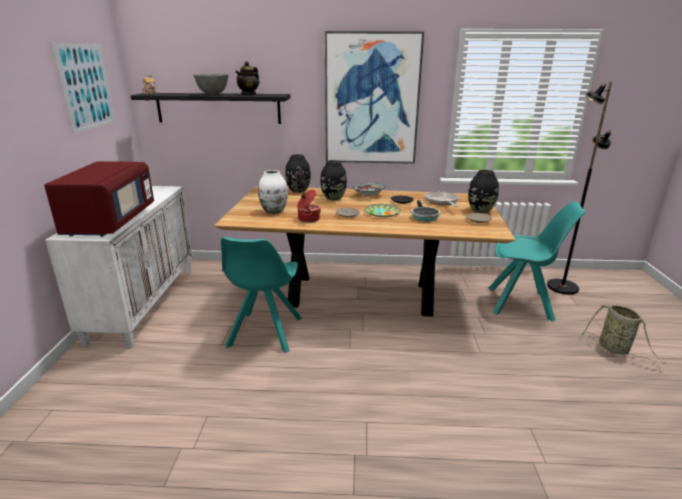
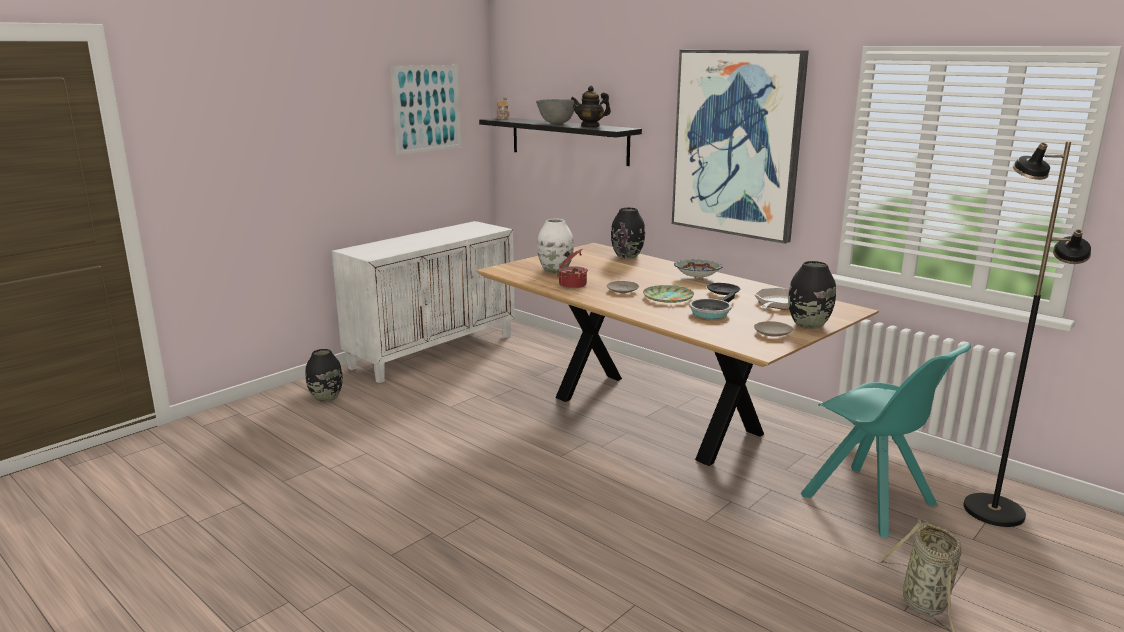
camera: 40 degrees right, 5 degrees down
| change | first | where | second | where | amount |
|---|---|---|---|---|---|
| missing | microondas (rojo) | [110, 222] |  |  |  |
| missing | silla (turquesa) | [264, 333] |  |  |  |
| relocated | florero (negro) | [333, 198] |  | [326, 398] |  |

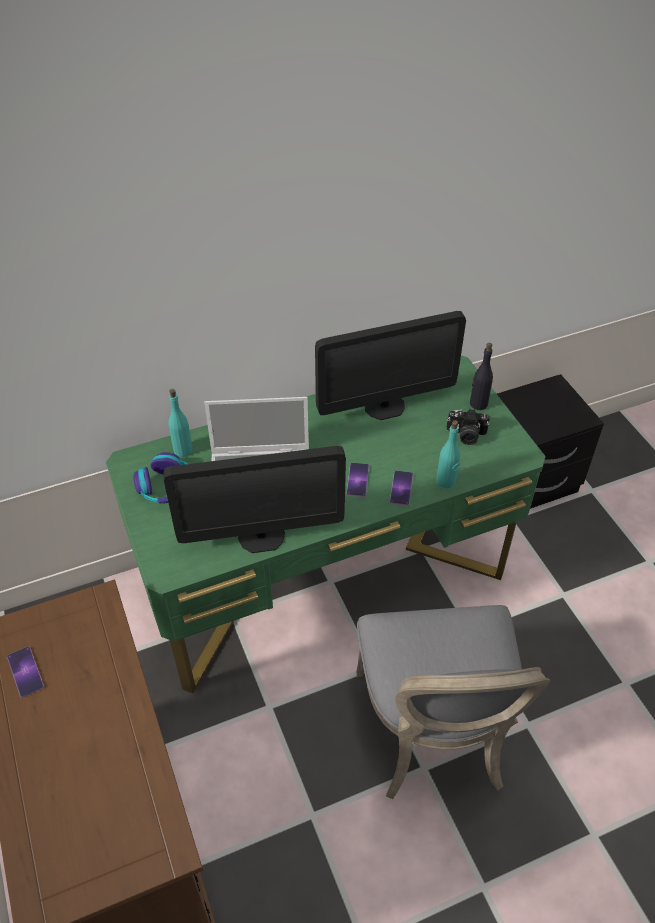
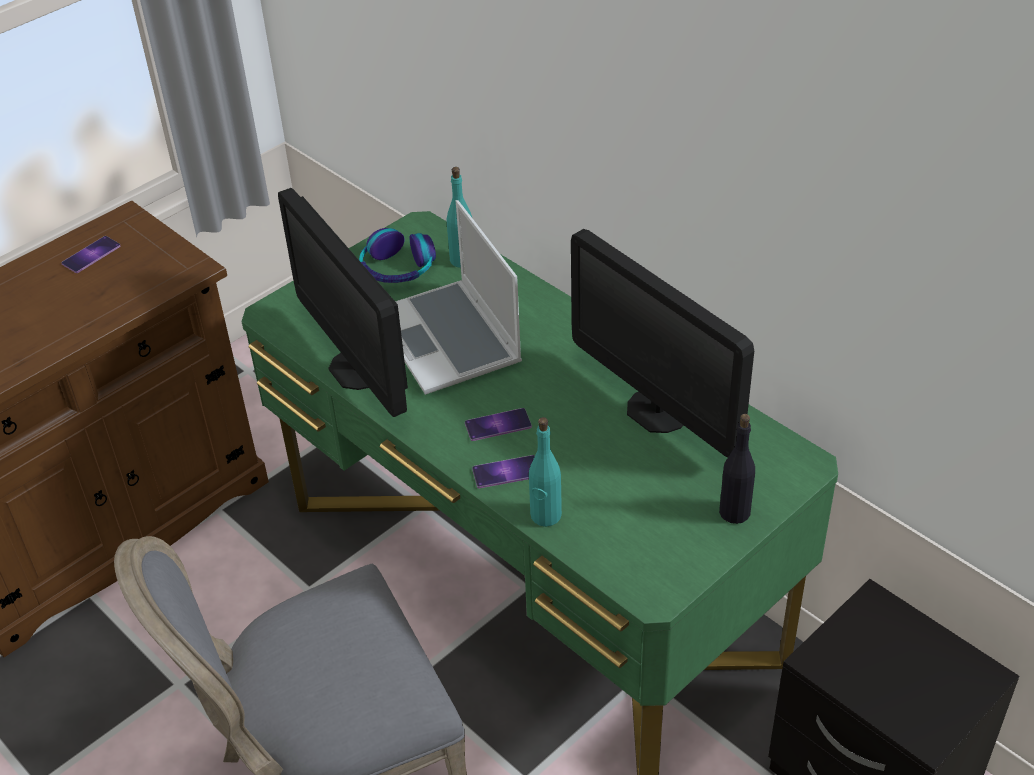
camera: 70 degrees right, 5 degrees down
| change | first | where | second | where | amount |
|---|---|---|---|---|---|
| missing | cámara | [466, 435] |  |  |  |

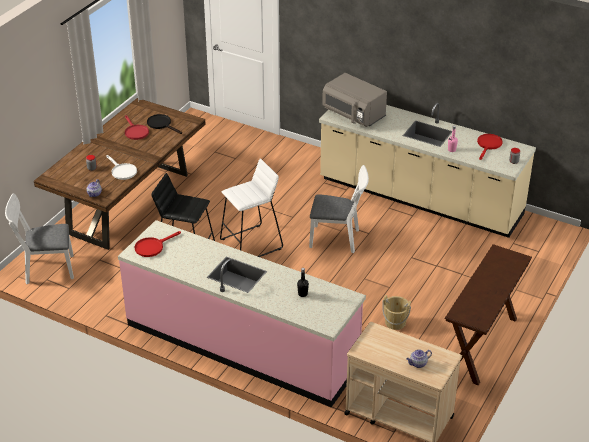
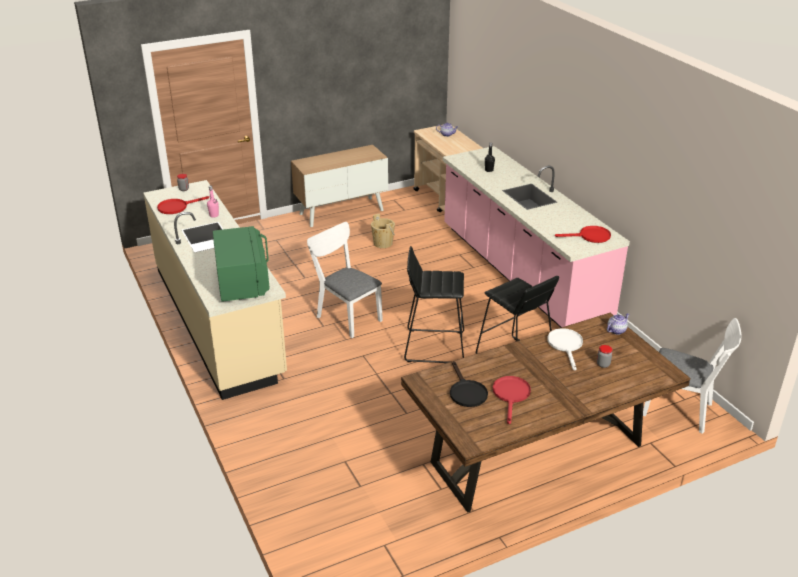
camera: 145 degrees left, 5 degrees down
| change | first | where | second | where | amount |
|---|---|---|---|---|---|
| exchanged | mesa consola (marrón) | [481, 345] | armario | [341, 212] |  |
| colour | taburete (blanco) | [252, 244] | taburete (negro) | [434, 346] |  |
| colour | microondas (gris) | [353, 115] | microondas (verde) | [243, 282] |  |

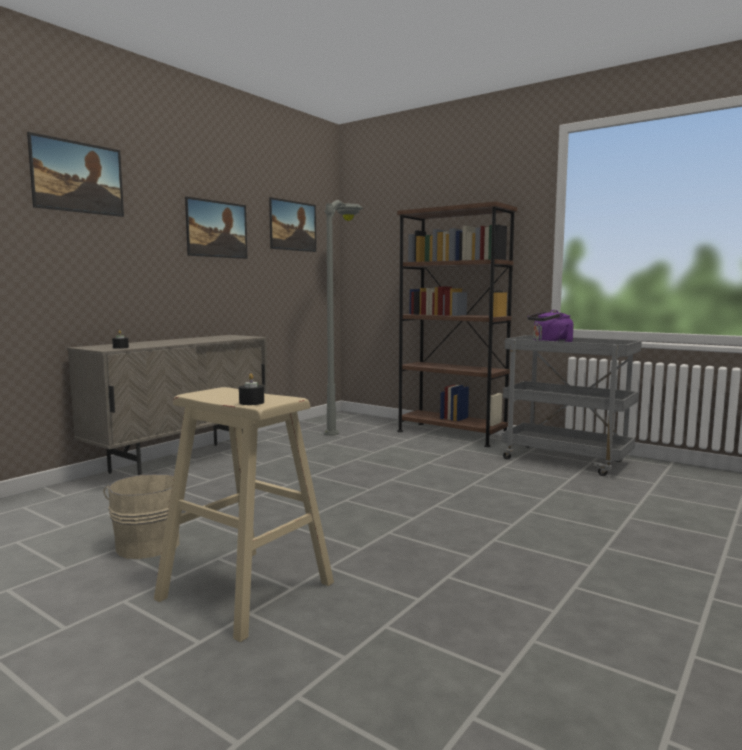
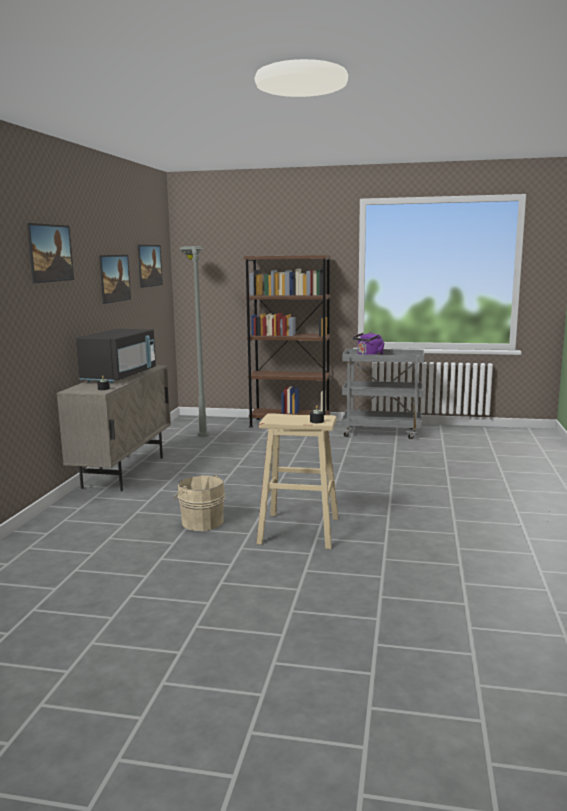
camera: 25 degrees left, 5 degrees up
| change | first | where | second | where | amount |
|---|---|---|---|---|---|
| appeared |  |  | microondas (negro) | [120, 376] |  |

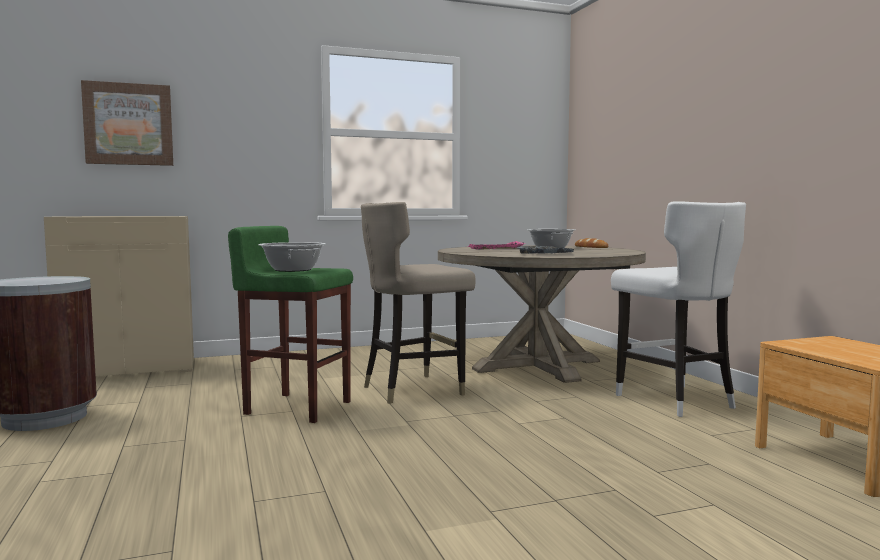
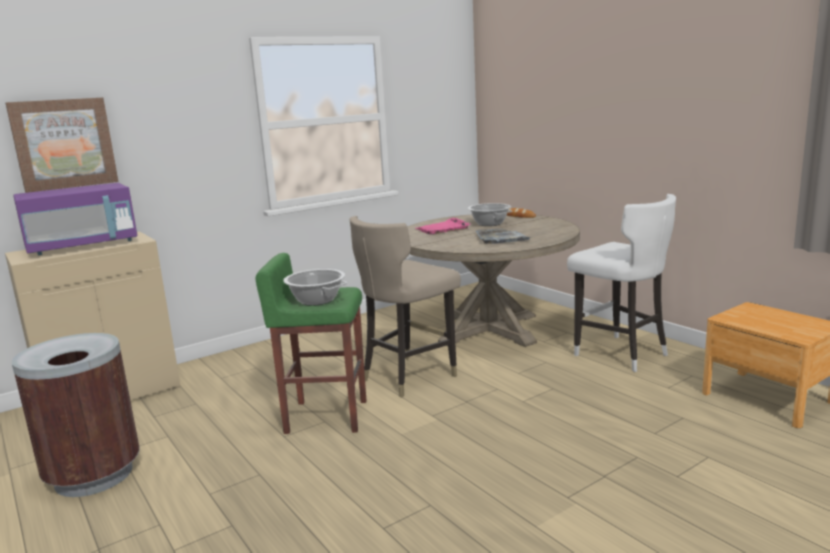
camera: 15 degrees left, 10 degrees up
| change | first | where | second | where | amount |
|---|---|---|---|---|---|
| appeared |  |  | microondas (morado) | [82, 246] |  |

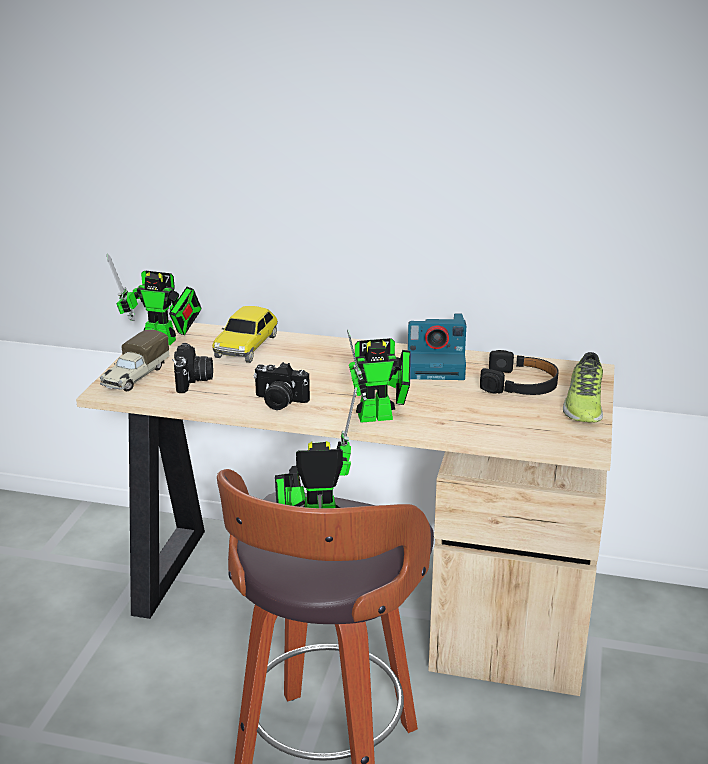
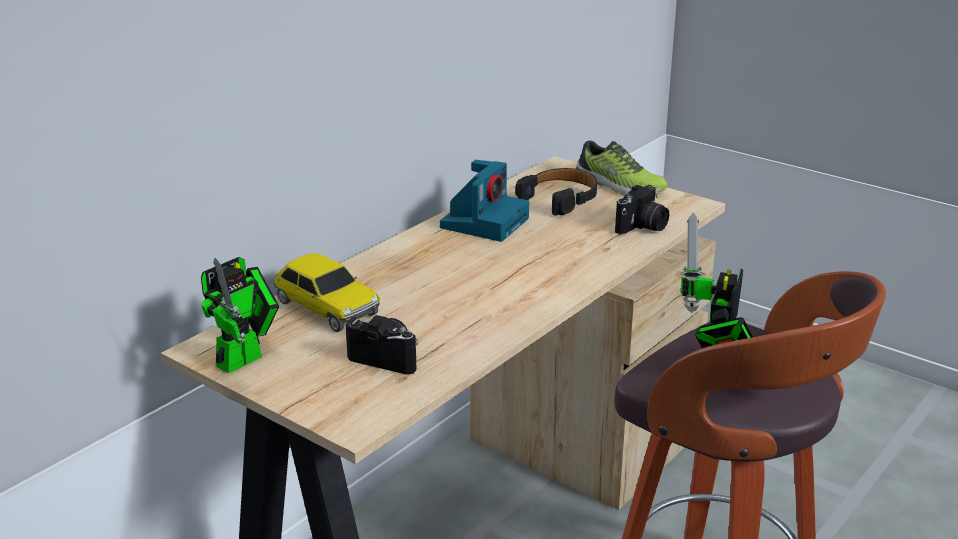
camera: 65 degrees left, 0 degrees up
| change | first | where | second | where | amount |
|---|---|---|---|---|---|
| missing | camión de juguete | [135, 377] |  |  |  |
| missing | robot de juguete | [381, 416] |  |  |  |
| relocated | cámara | [279, 402] |  | [642, 227] |  |

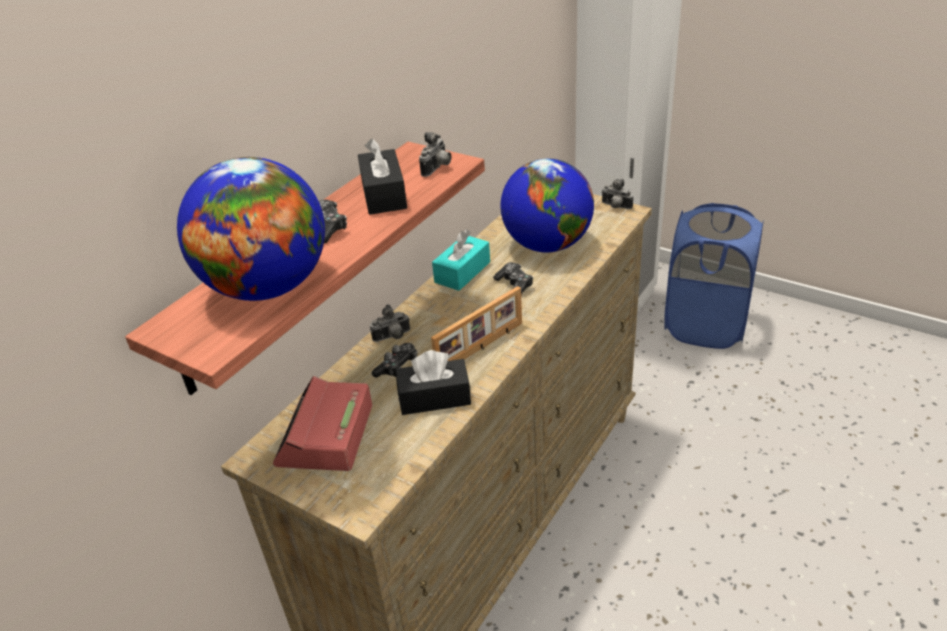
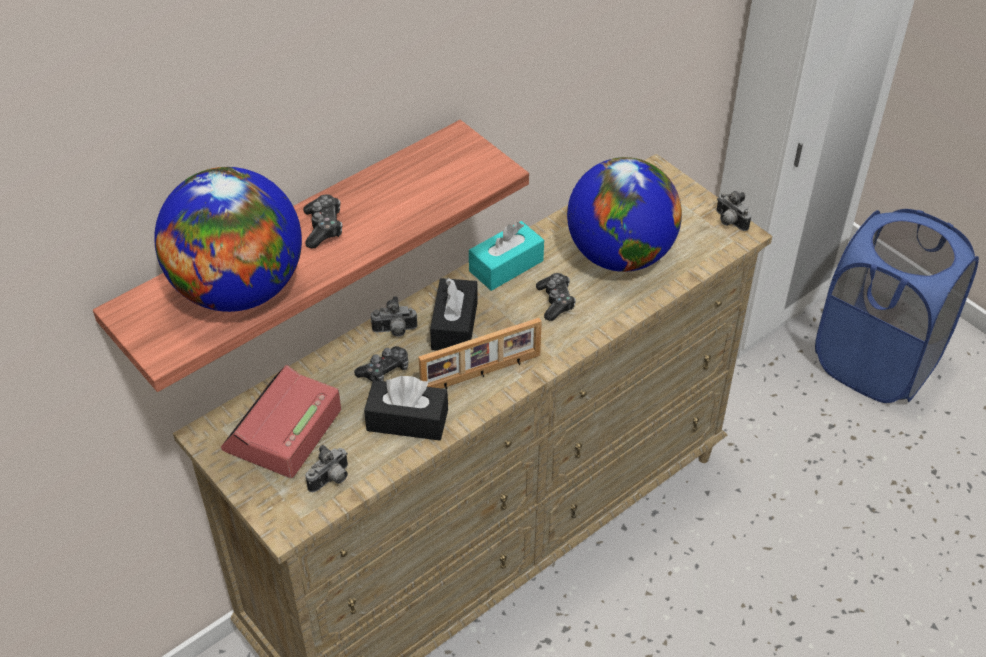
camera: 15 degrees right, 10 degrees up
| change | first | where | second | where | amount |
|---|---|---|---|---|---|
| relocated | caja de pañuelos (negro) | [384, 194] |  | [454, 325] |  |
| relocated | cámara | [437, 168] |  | [331, 480] |  |

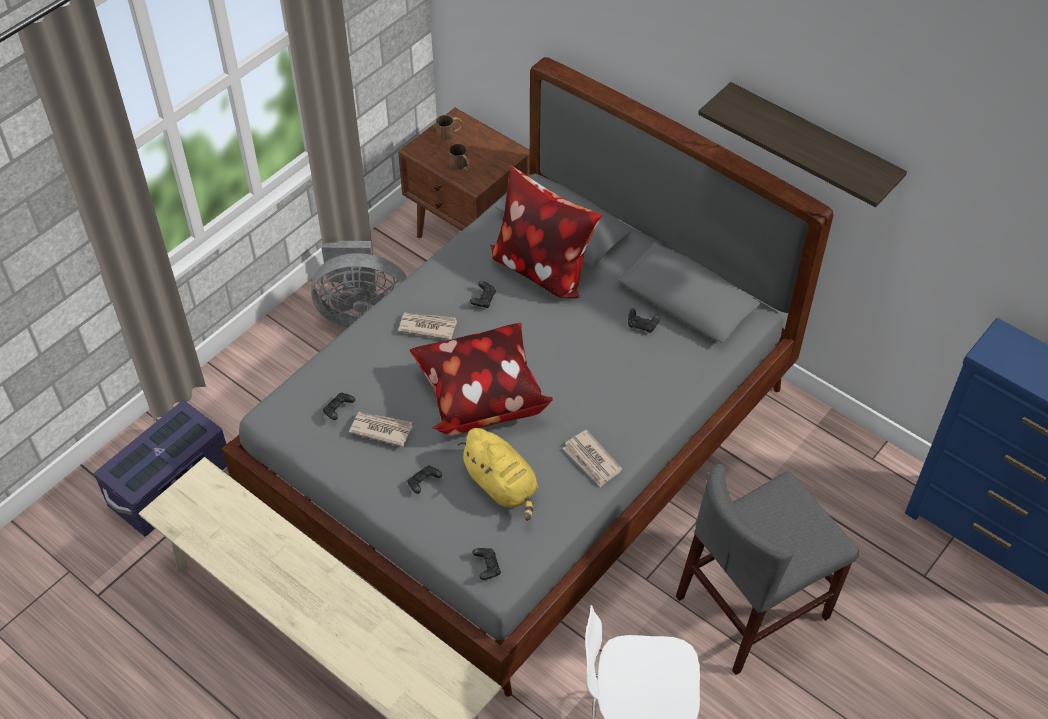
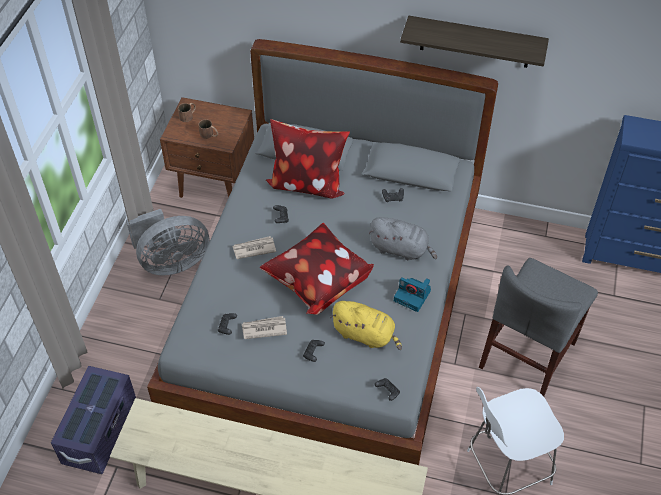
camera: 25 degrees left, 0 degrees up
| change | first | where | second | where | amount |
|---|---|---|---|---|---|
| appeared |  |  | peluche (gris) | [401, 249] |  |
| exchanged | periódico | [592, 460] | cámara | [413, 296] |  |

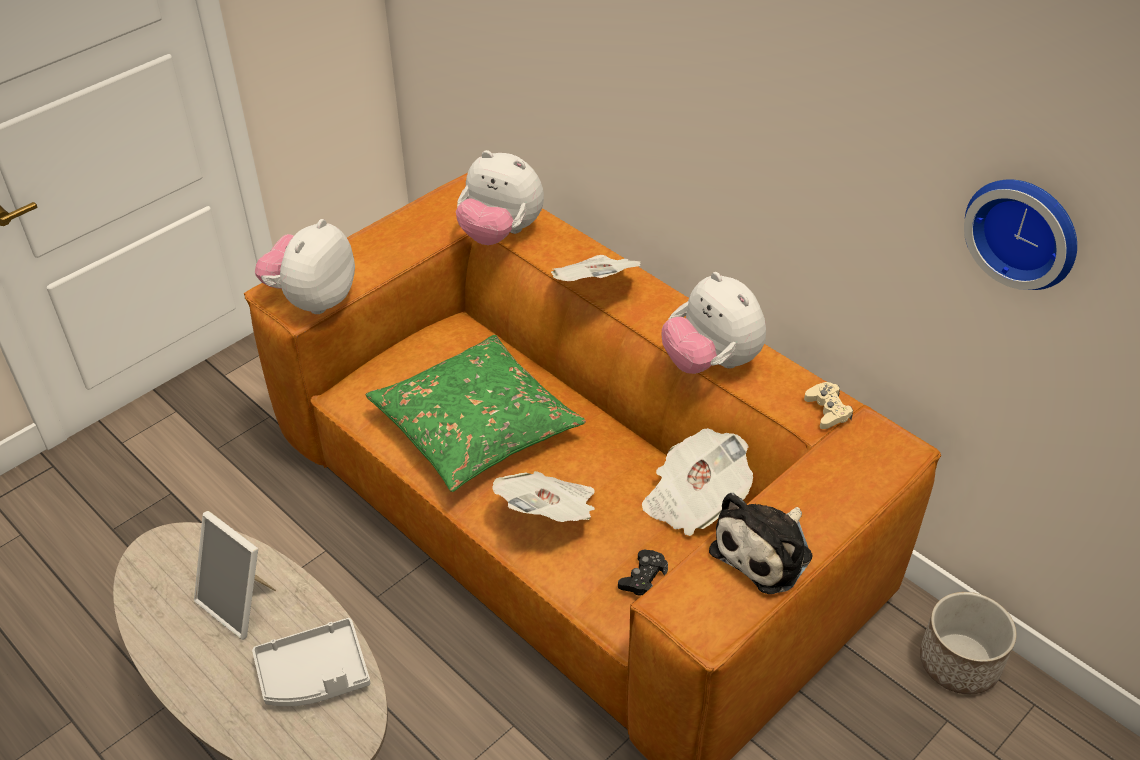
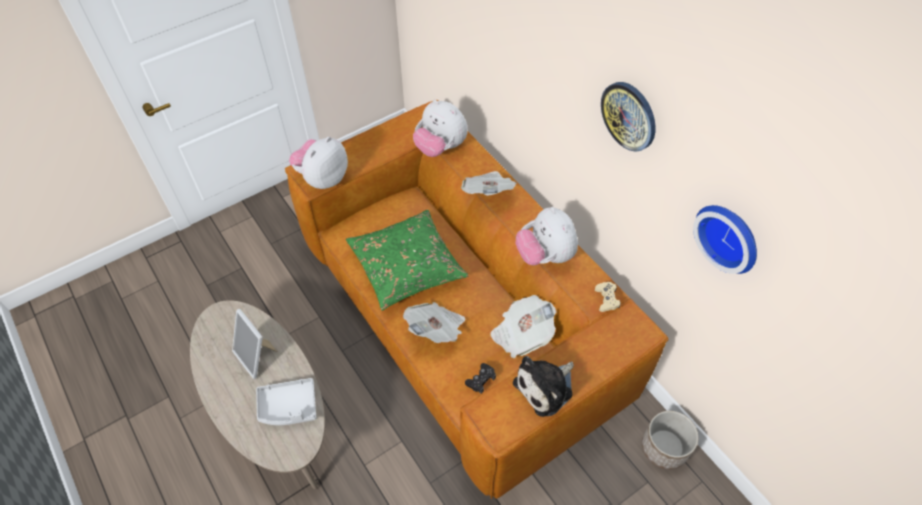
camera: 10 degrees right, 10 degrees up
| change | first | where | second | where | amount |
|---|---|---|---|---|---|
| appeared |  |  | reloj de pared | [629, 116] |  |

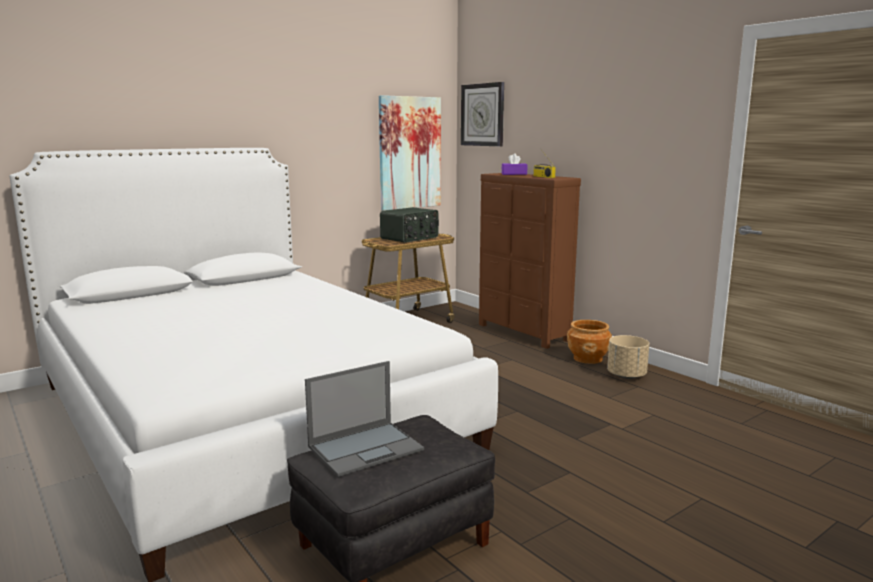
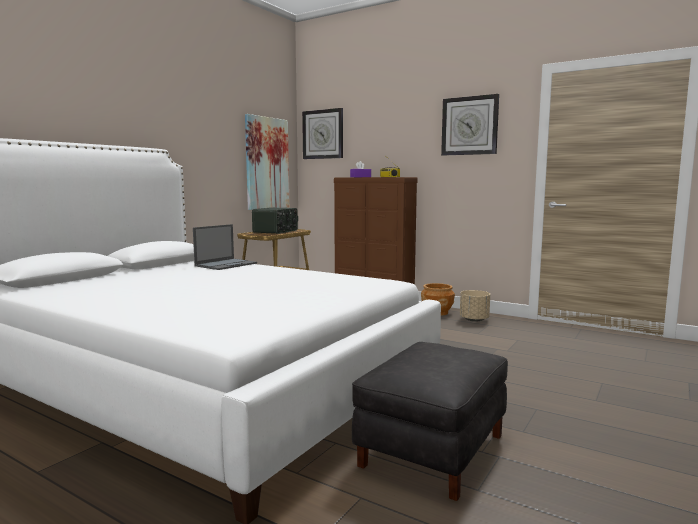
camera: 20 degrees left, 5 degrees down
| change | first | where | second | where | amount |
|---|---|---|---|---|---|
| appeared |  |  | reloj de pared | [469, 126] |  |
| relocated | portátil | [366, 448] |  | [226, 264] |  |

